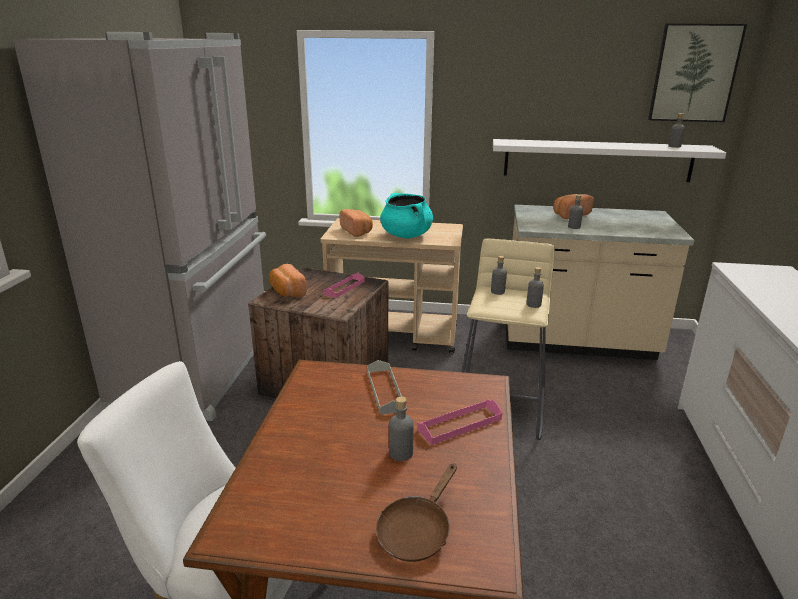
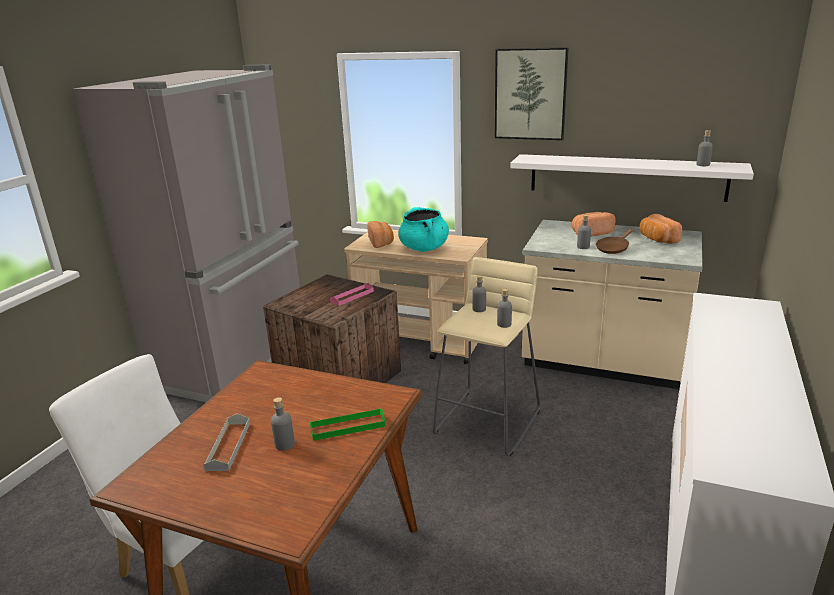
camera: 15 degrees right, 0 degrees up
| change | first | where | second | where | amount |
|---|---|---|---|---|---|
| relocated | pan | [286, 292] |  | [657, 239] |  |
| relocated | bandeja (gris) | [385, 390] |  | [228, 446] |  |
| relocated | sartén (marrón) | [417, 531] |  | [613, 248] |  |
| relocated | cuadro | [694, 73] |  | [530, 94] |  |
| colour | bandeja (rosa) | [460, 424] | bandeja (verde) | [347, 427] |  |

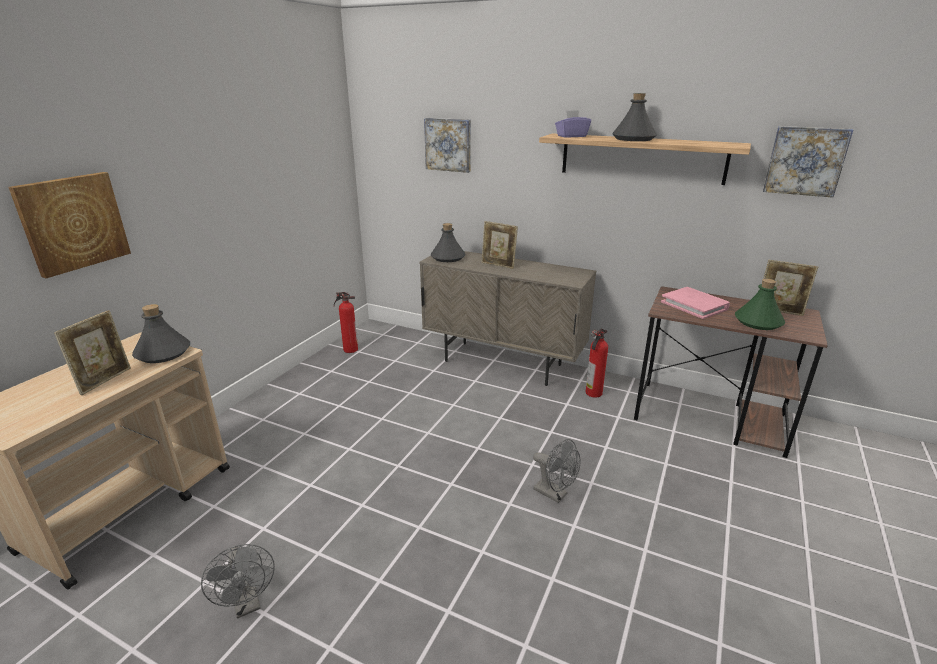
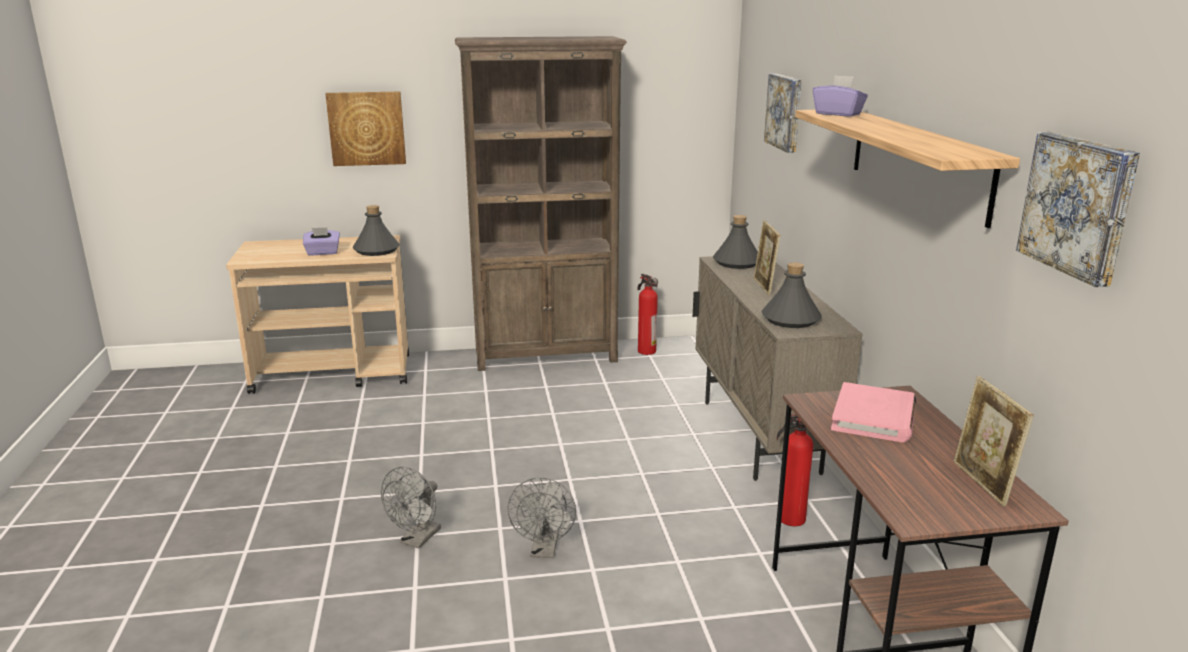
camera: 55 degrees right, 5 degrees down
| change | first | where | second | where | amount |
|---|---|---|---|---|---|
| missing | botella (verde) | [758, 322] |  |  |  |
| appeared |  |  | estantería (marrón) | [546, 355] |  |
| relocated | ventilador (gris) | [248, 604] |  | [417, 540] |  |
| relocated | botella (gris) | [633, 139] |  | [791, 319] |  |
| exchanged | portarretratos | [105, 380] | caja de pañuelos (morado) | [322, 253] |  |

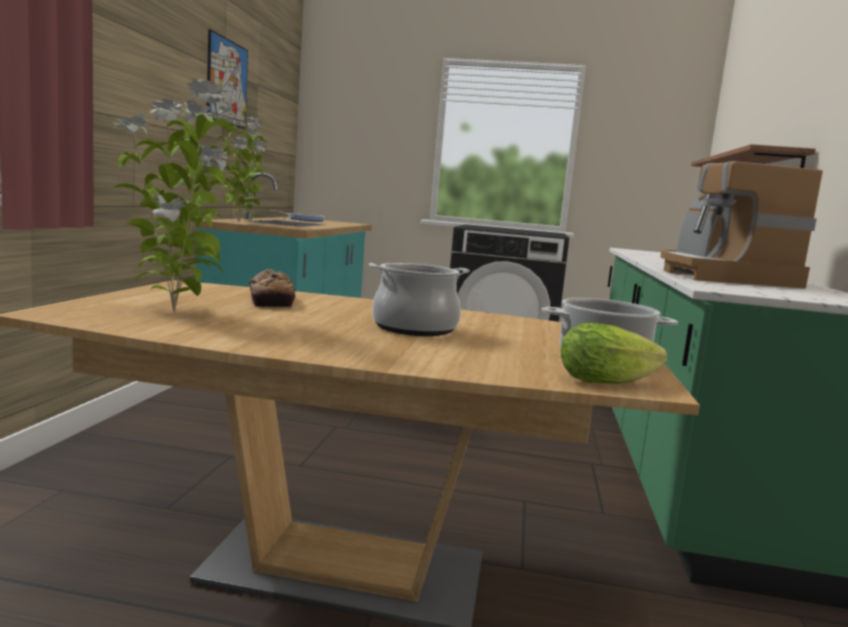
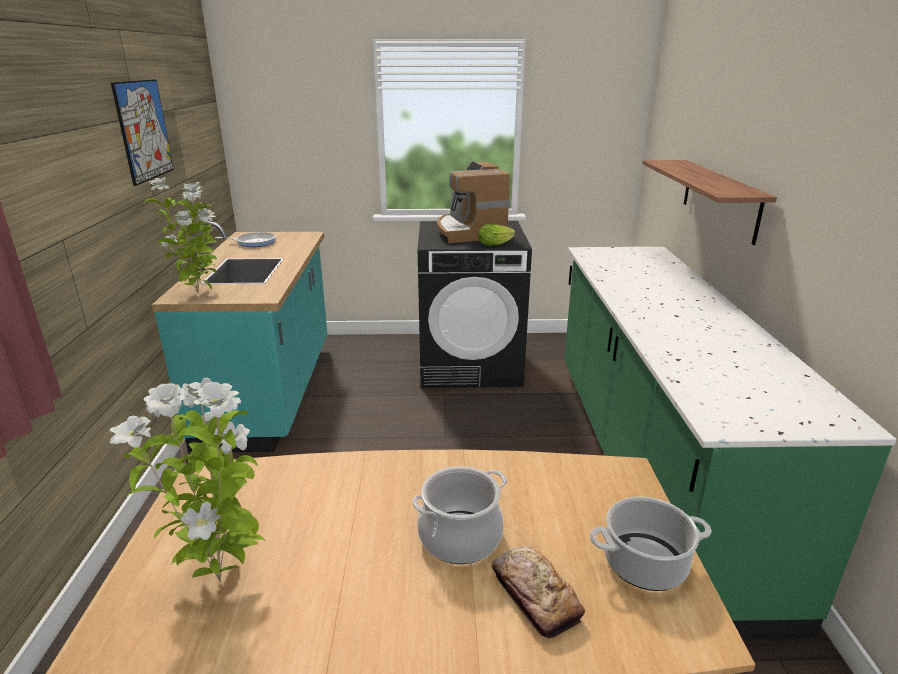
camera: 10 degrees left, 15 degrees up
| change | first | where | second | where | amount |
|---|---|---|---|---|---|
| relocated | pan | [270, 300] |  | [535, 596] |  |
| relocated | lechuga | [612, 381] |  | [497, 243] |  |
| relocated | cafetera | [718, 276] |  | [469, 232] |  |

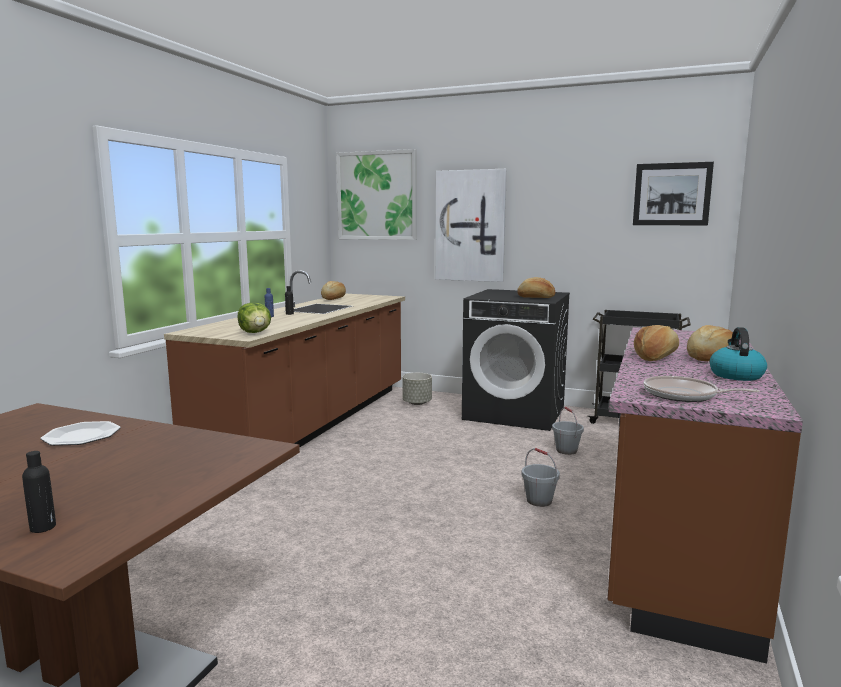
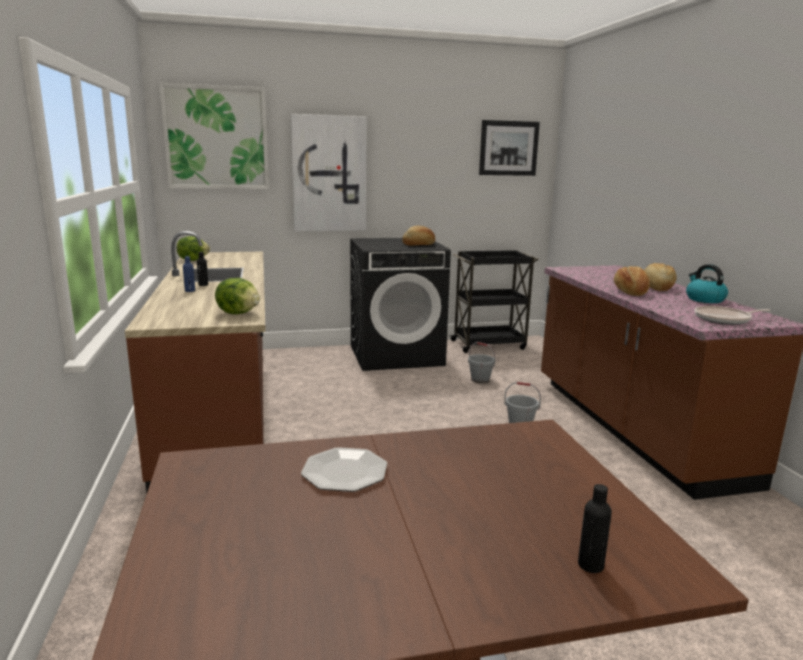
camera: 35 degrees left, 5 degrees up
| change | first | where | second | where | amount |
|---|---|---|---|---|---|
| missing | maceta (gris) | [417, 403] |  |  |  |
| exchanged | pan | [333, 298] | lechuga | [193, 260] |  |

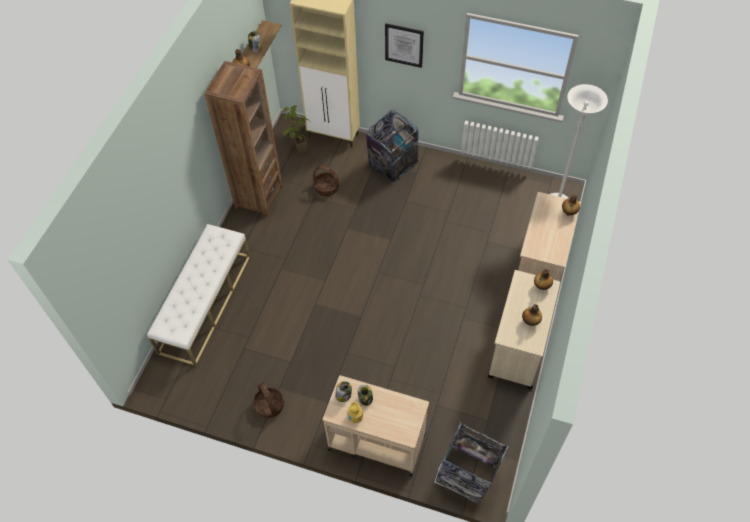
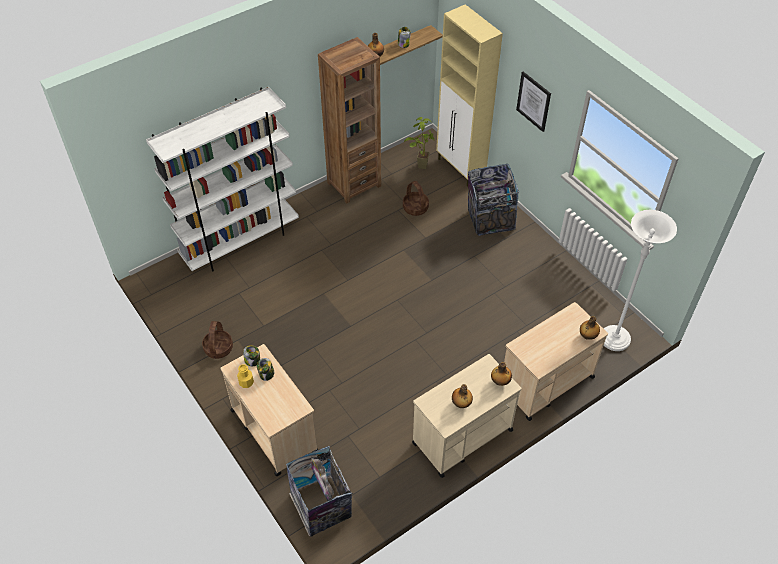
camera: 35 degrees right, 5 degrees down
| change | first | where | second | where | amount |
|---|---|---|---|---|---|
| exchanged | banco (blanco) | [205, 303] | estantería (blanco) | [241, 242] |  |

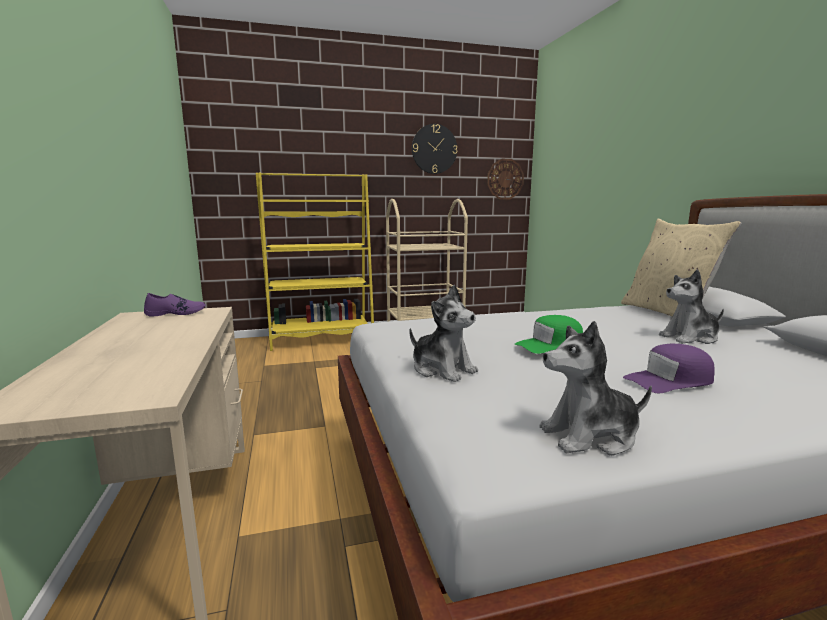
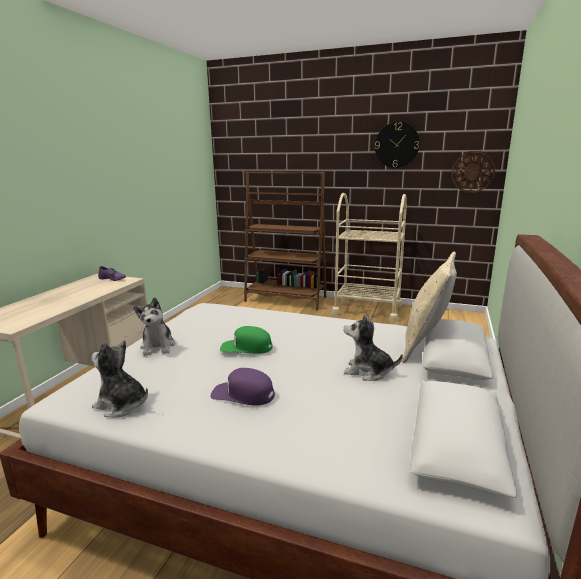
camera: 35 degrees right, 5 degrees up
| change | first | where | second | where | amount |
|---|---|---|---|---|---|
| colour | estantería (amarillo) | [321, 340] | estantería (marrón) | [285, 299] |  |

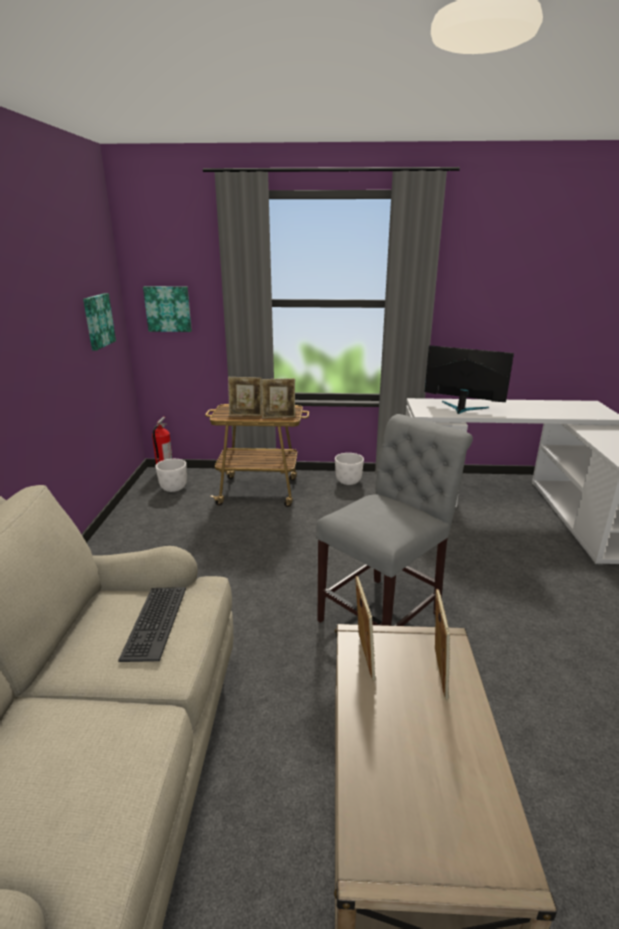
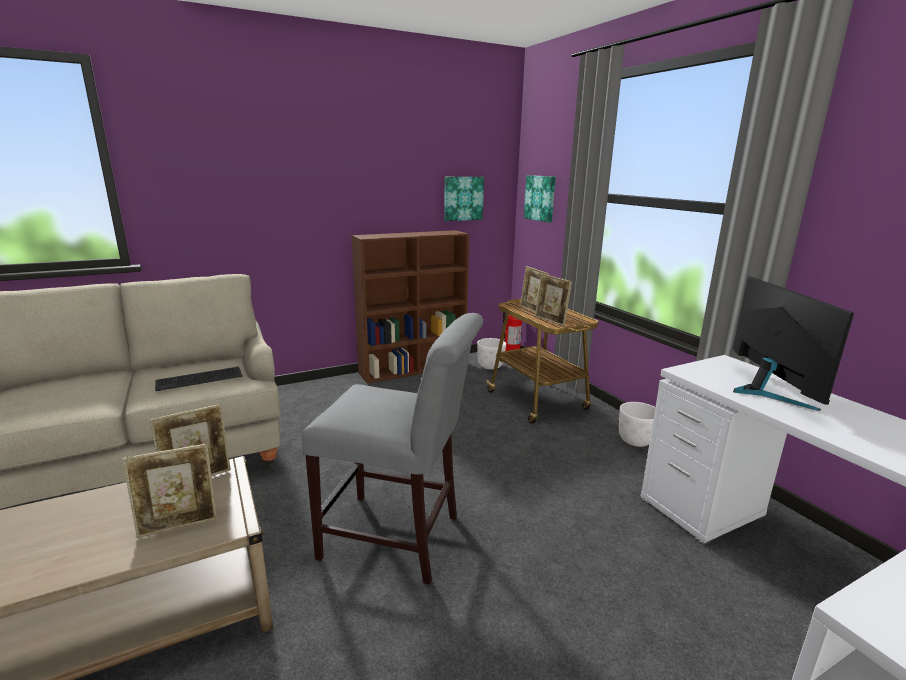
camera: 60 degrees right, 5 degrees down
| change | first | where | second | where | amount |
|---|---|---|---|---|---|
| appeared |  |  | estantería (marrón) | [414, 369] |  |

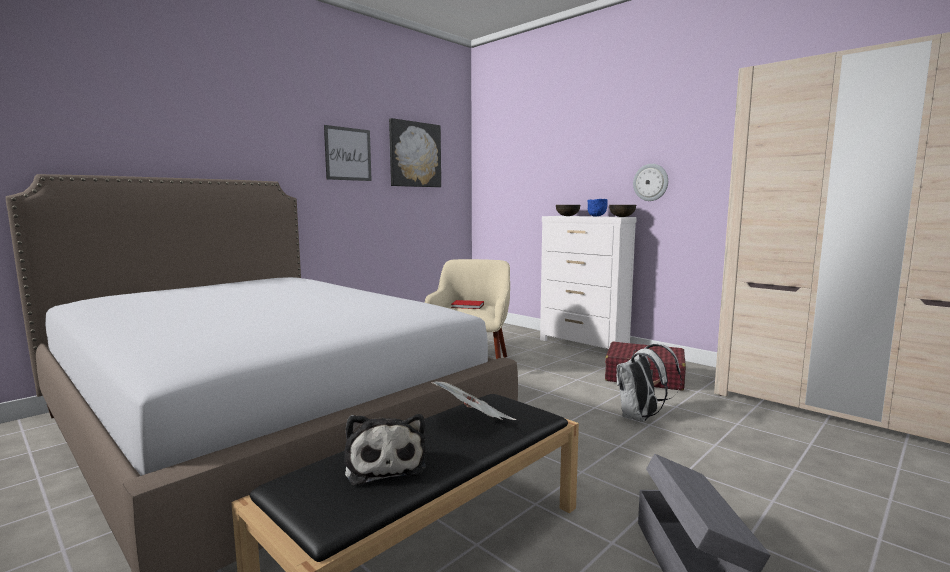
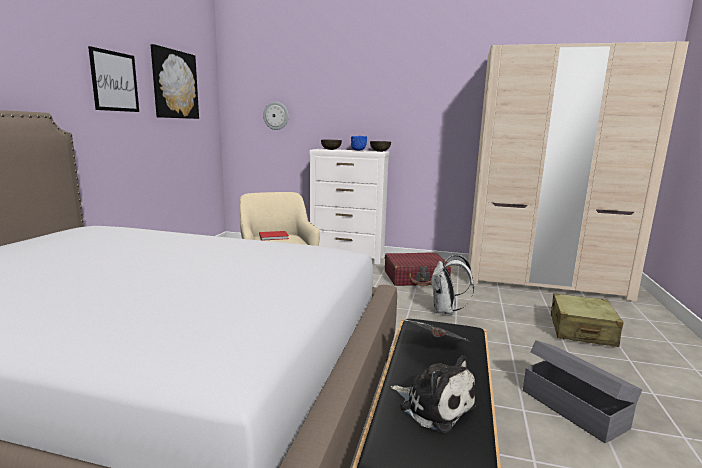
camera: 30 degrees left, 5 degrees up
| change | first | where | second | where | amount |
|---|---|---|---|---|---|
| appeared |  |  | maleta (beis) | [581, 330] |  |
| relocated | reloj de pared | [650, 182] |  | [276, 115] |  |

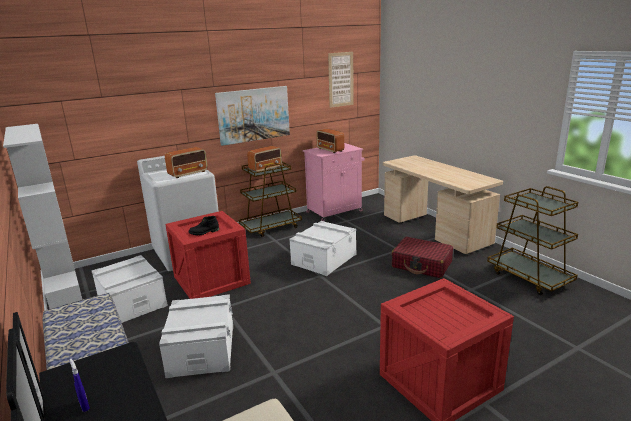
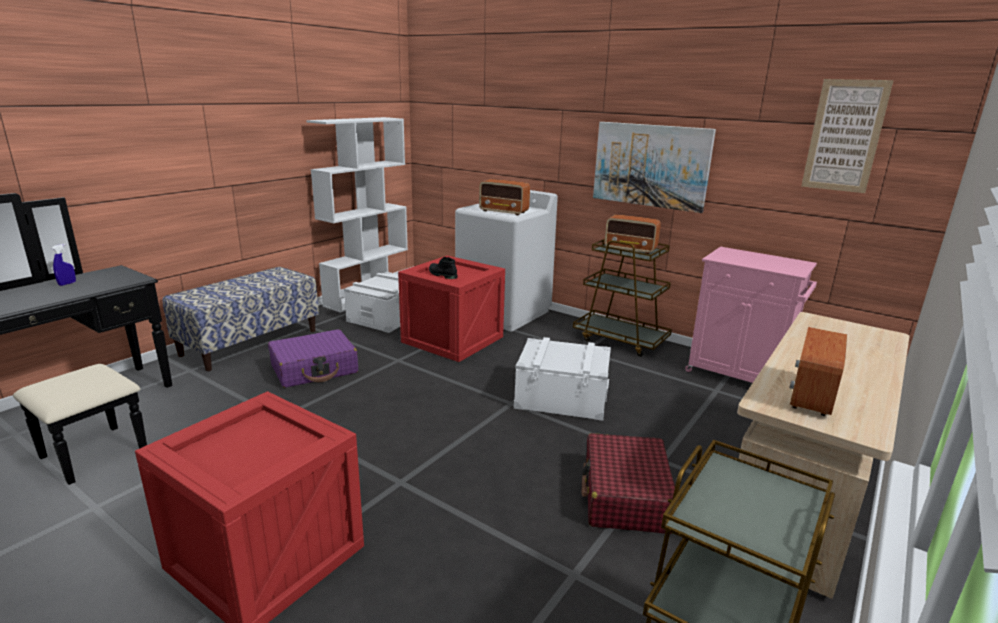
camera: 65 degrees right, 0 degrees up
| change | first | where | second | where | amount |
|---|---|---|---|---|---|
| relocated | radio | [330, 150] |  | [811, 396] |  |
| exchanged | caja de almacenaje (blanco) | [201, 349] | maleta (morado) | [314, 369] |  |

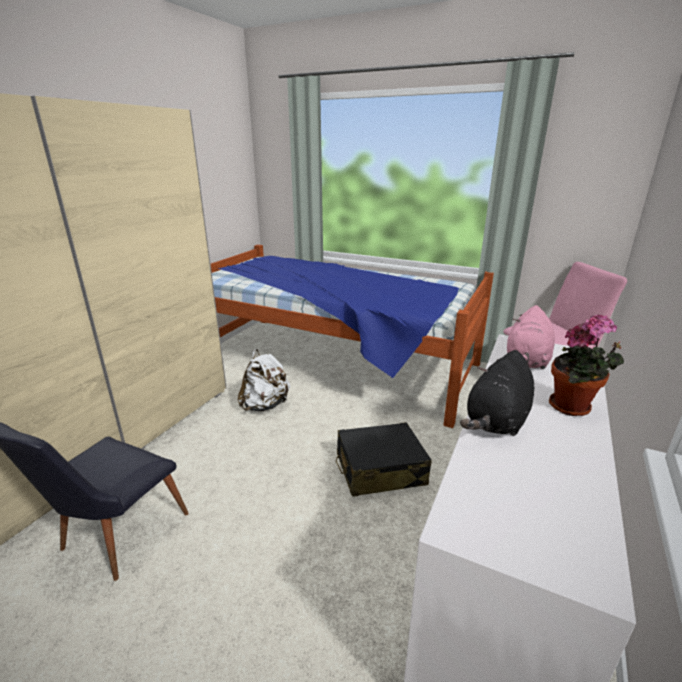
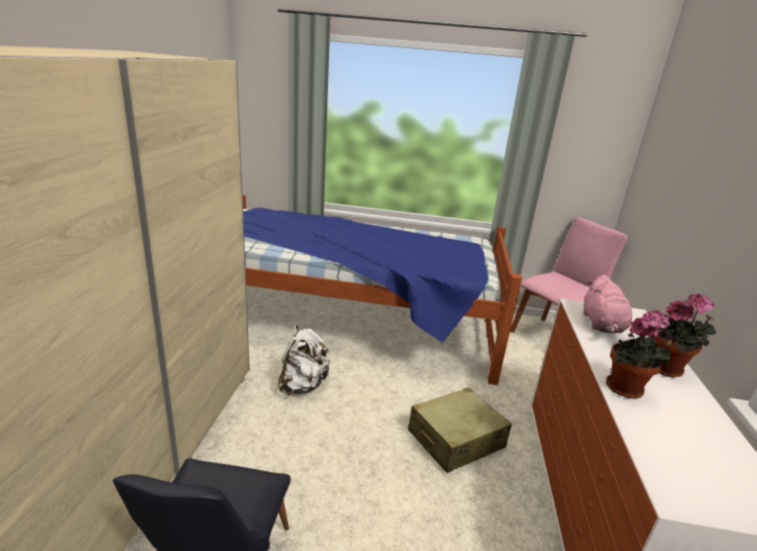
camera: 20 degrees left, 0 degrees up
| change | first | where | second | where | amount |
|---|---|---|---|---|---|
| exchanged | peluche (negro) | [497, 420] | planta en maceta | [626, 390] |  |
| colour | maleta (negro) | [380, 470] | maleta (beis) | [455, 439] |  |

